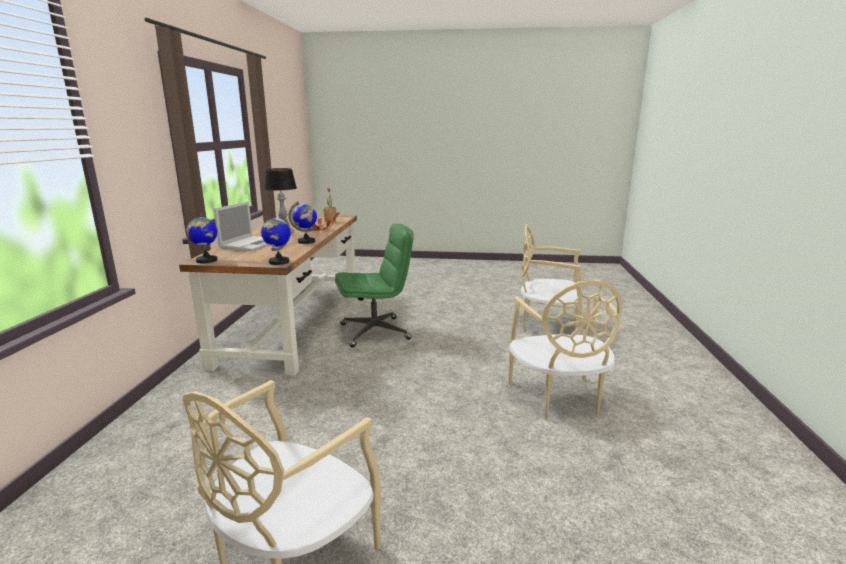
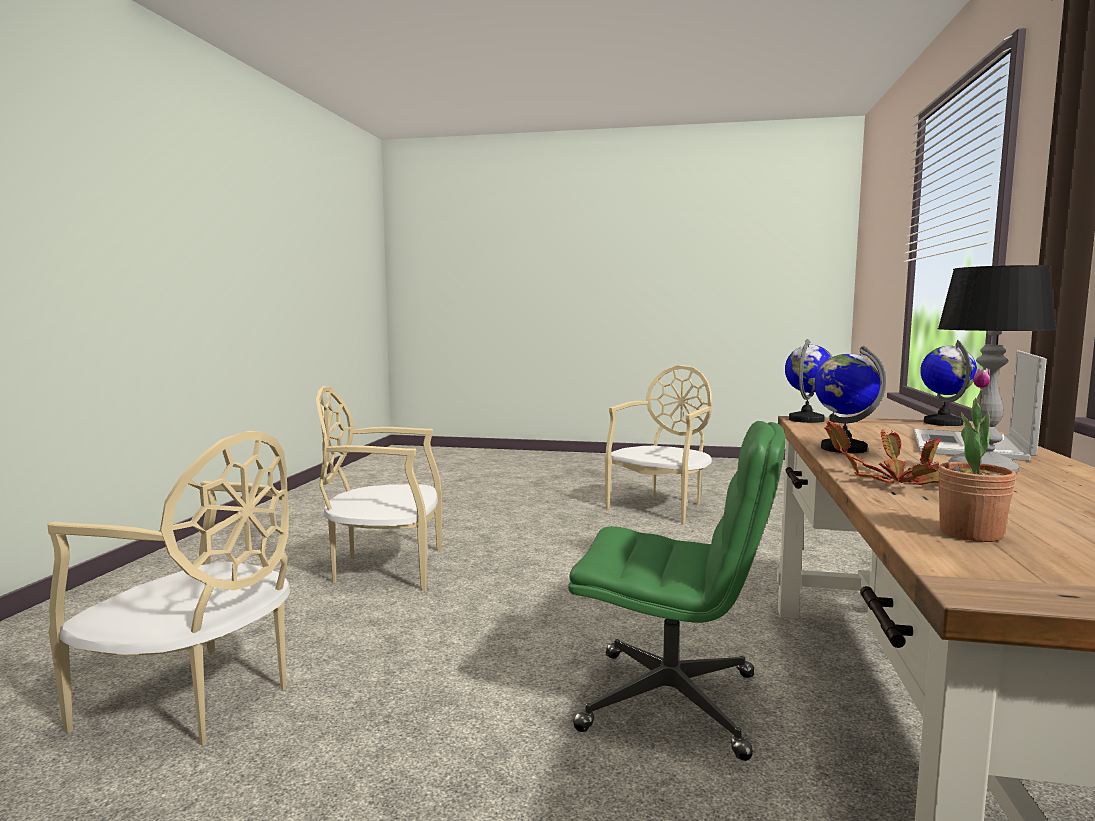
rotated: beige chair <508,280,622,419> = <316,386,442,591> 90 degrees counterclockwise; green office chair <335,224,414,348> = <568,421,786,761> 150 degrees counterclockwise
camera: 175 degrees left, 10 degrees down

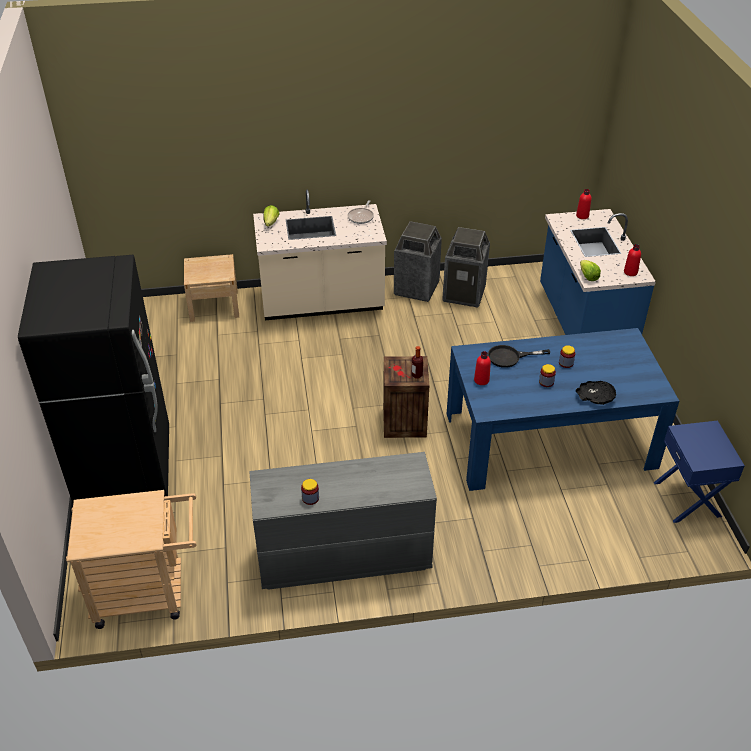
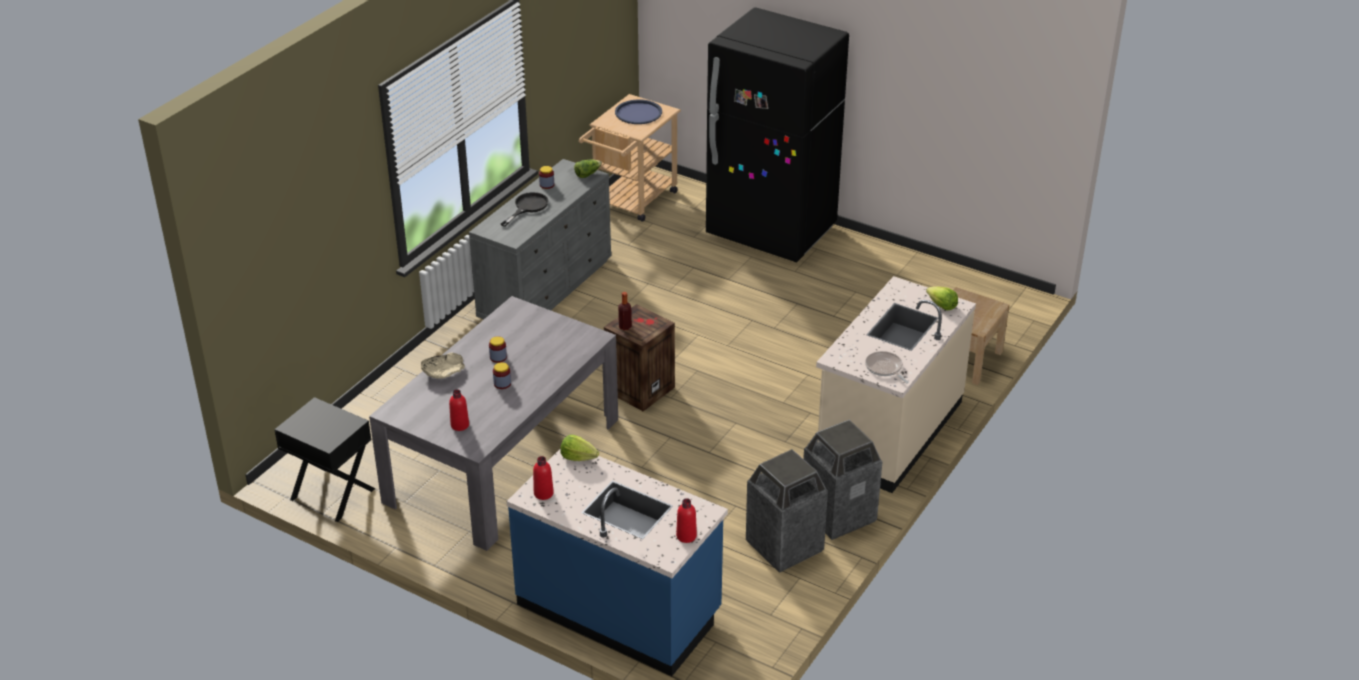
new: lettuce <574,159,602,178>; blue tray <615,99,662,124>
shifted: red bottle <474,351,491,385> to <449,389,469,431>; black frying pan <488,345,550,368> to <501,192,549,227>
repainted: blue nightstand <654,421,745,523> to black nightstand <274,397,375,522>; blue dining table <447,328,679,491> to grey dining table <369,296,618,551>; black bowl <576,381,616,405> to beige bowl <421,353,465,379>
camera: 130 degrees right, 5 degrees down

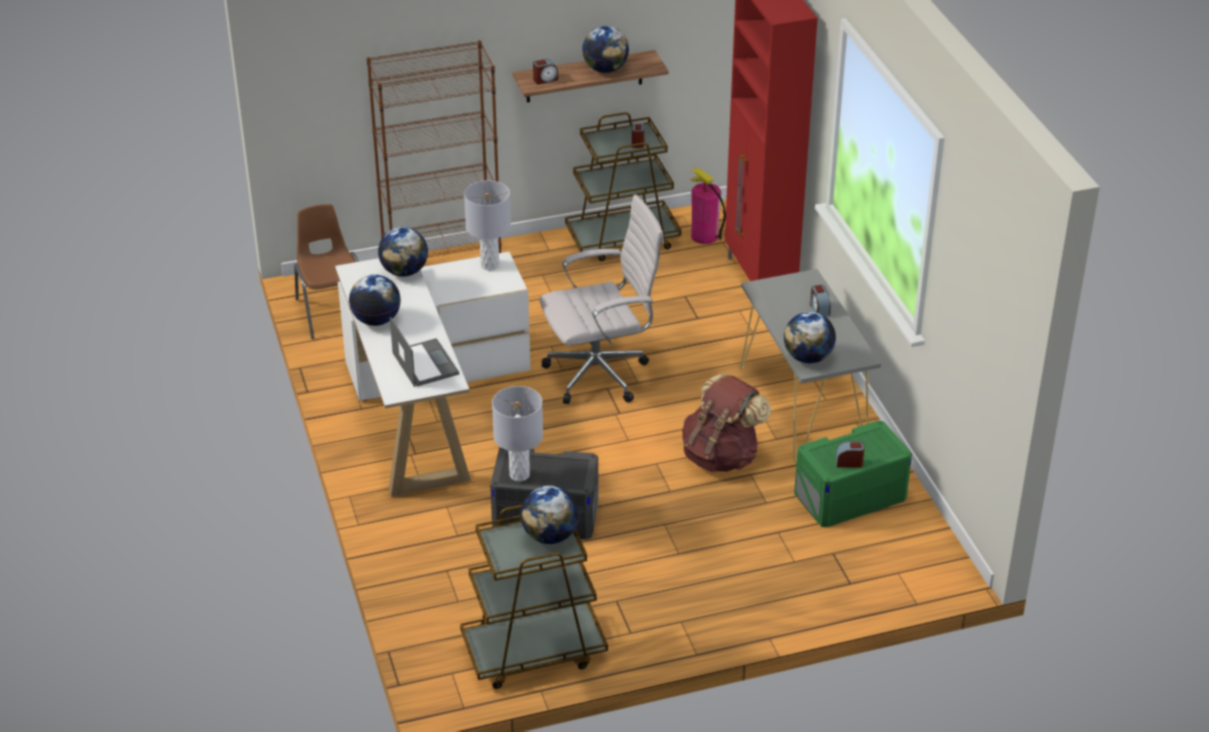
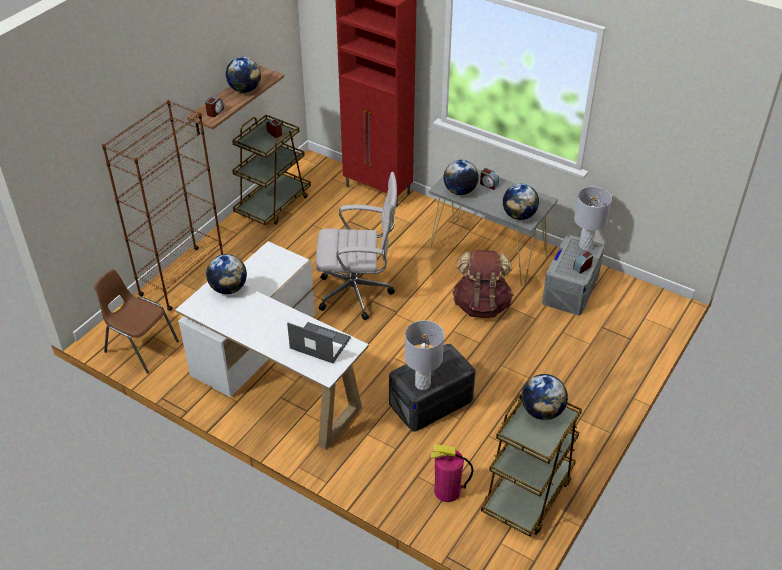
shifted: fire extinguisher <690,167,726,244> to <431,445,474,502>; globe <349,274,401,326> to <443,160,479,195>; grey table lamp <464,180,511,271> to <574,187,612,250>
repainted: green storage box <794,421,912,527> to grey storage box <542,234,604,316>
rotated: white office chair <539,195,664,404> = <316,172,397,320> 60 degrees clockwise
camera: 40 degrees left, 5 degrees up

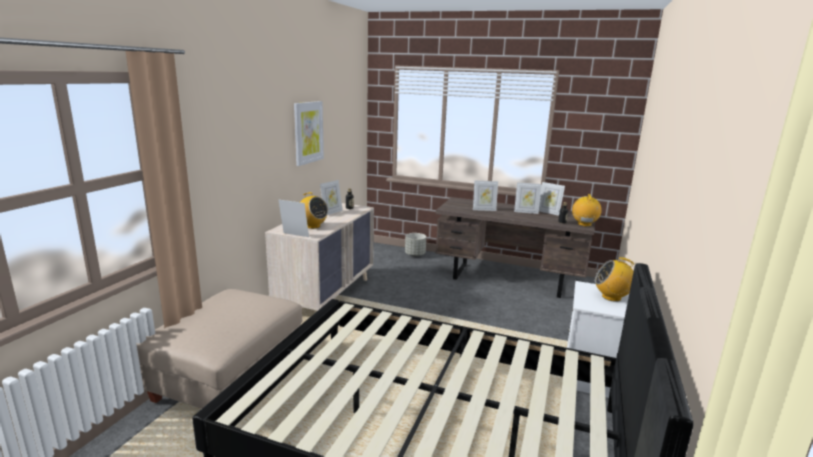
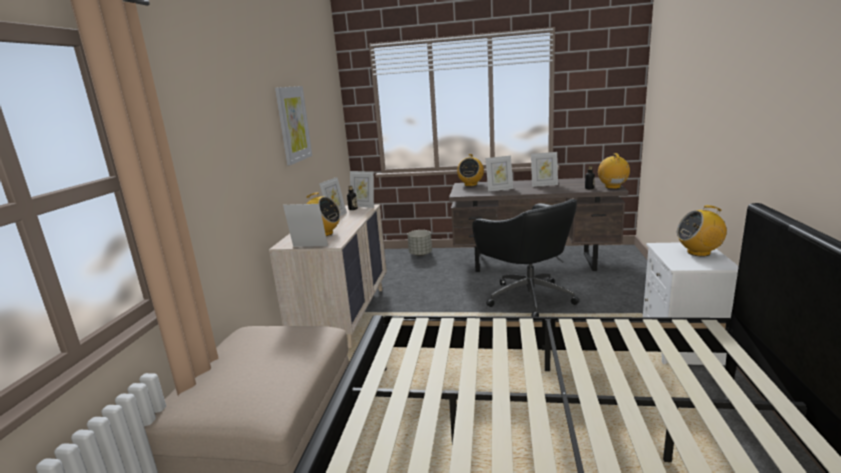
new: radio <457,154,484,186>; black office chair <472,199,579,317>
shifted: picture frame <539,182,565,216> to <350,171,374,208>
camera: 10 degrees left, 0 degrees up

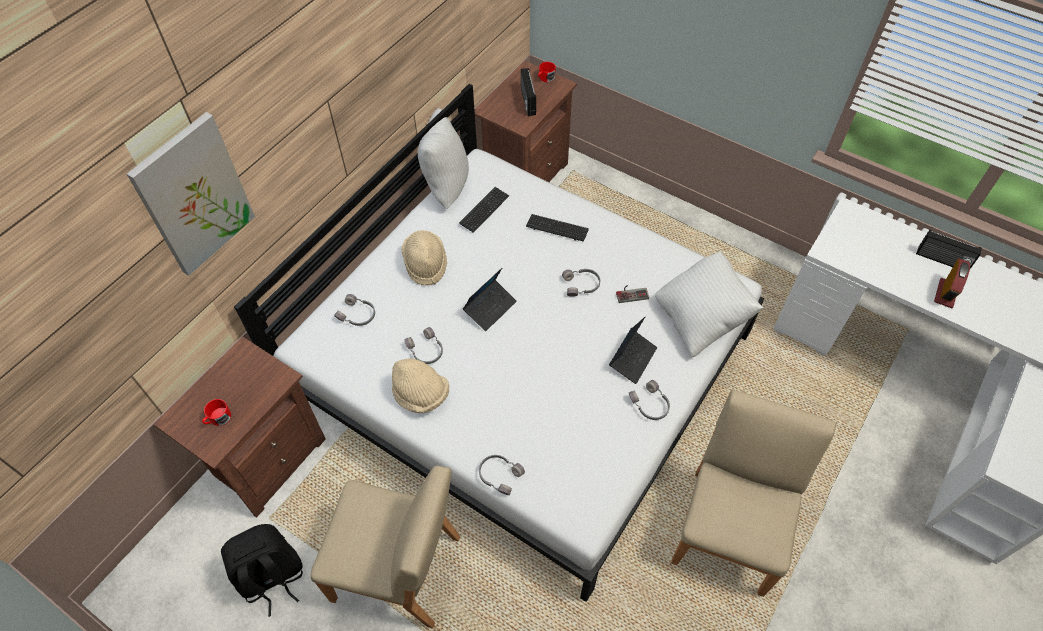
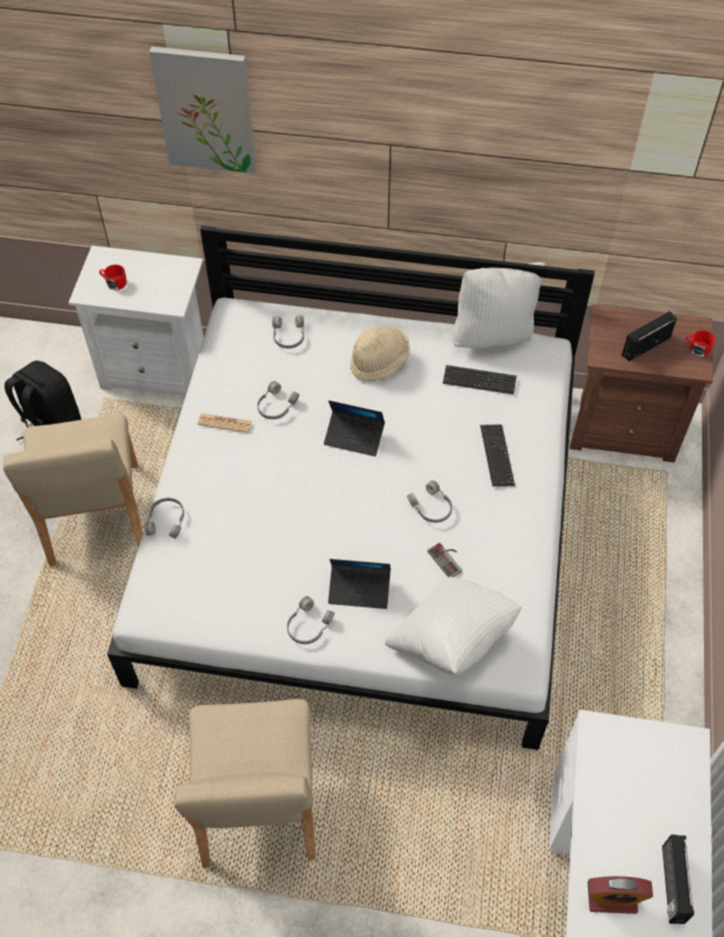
swapped: beige hat <392,358,449,413> to newspaper <198,413,252,433>
repainted: brown nightstand <153,337,326,518> to white nightstand <68,246,204,397>
rotated: beige chair <671,390,836,597> = <174,699,316,868> 90 degrees clockwise
camera: 65 degrees right, 0 degrees up

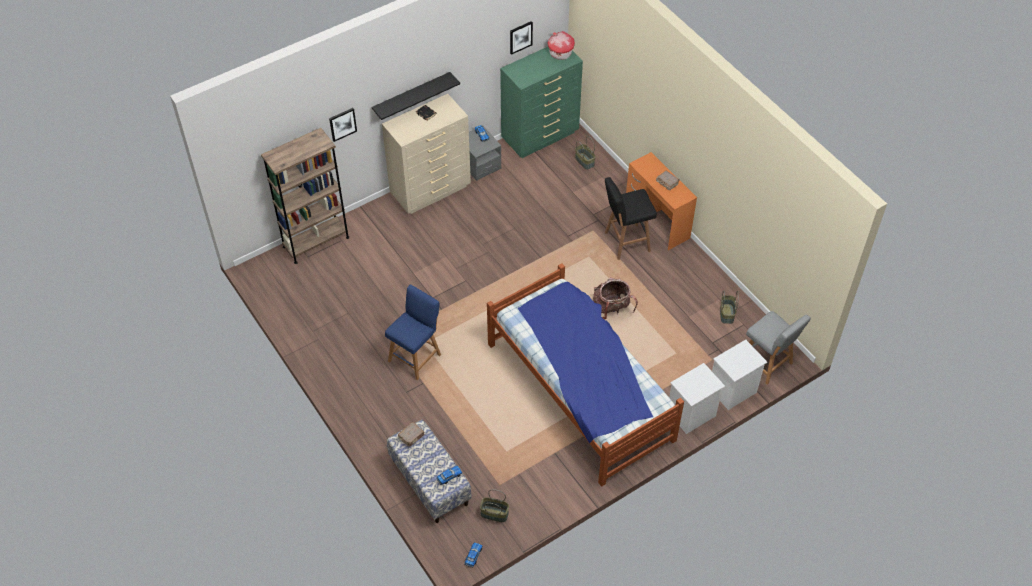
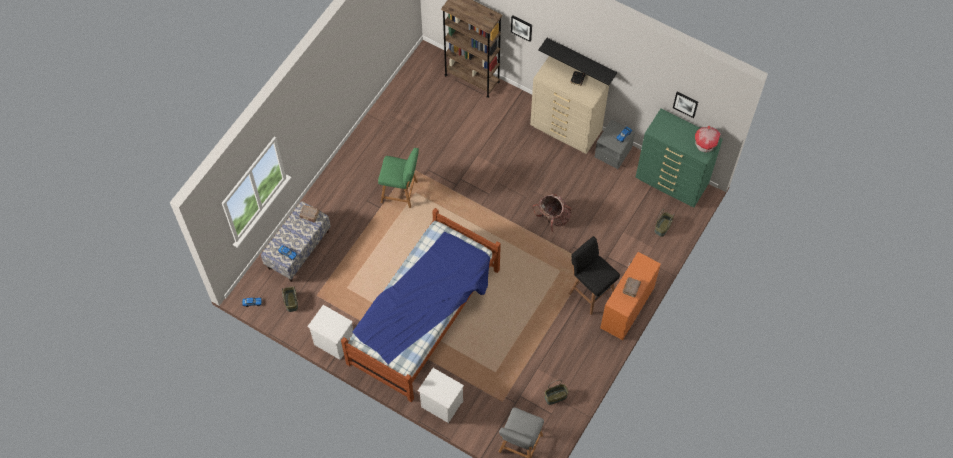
shifted: white nightstand <712,340,767,410> to <307,305,353,360>; backpack <593,278,638,319> to <533,194,571,232>
repainted: blue stool <385,284,441,380> to green stool <378,148,419,208>
camera: 65 degrees right, 10 degrees up

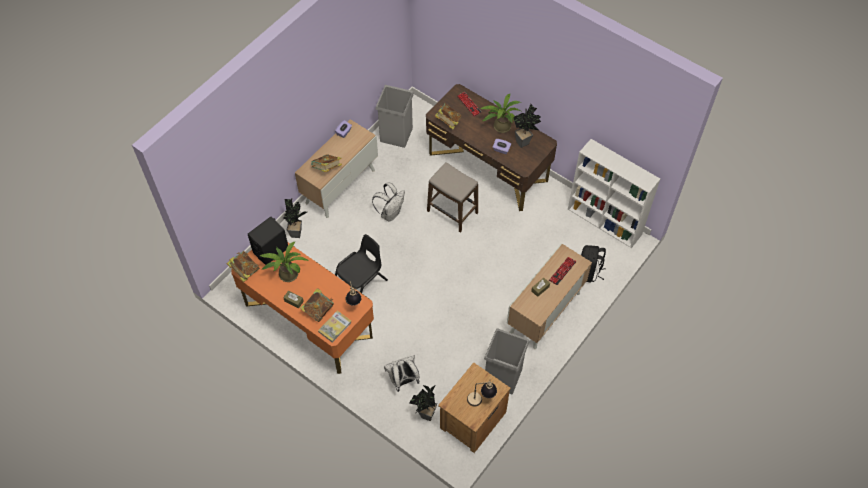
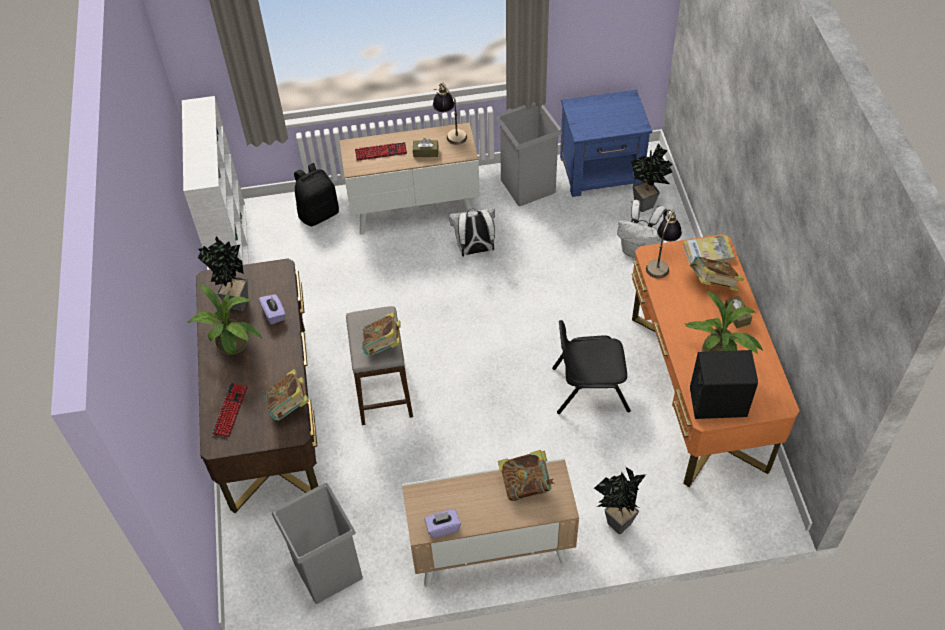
shifted: book <226,251,259,282> to <362,312,401,356>; table lamp <467,380,497,406> to <433,82,467,145>; white backpack <372,182,405,222> to <449,208,495,257>
repainted: brown nightstand <438,363,511,453> to blue nightstand <560,90,652,197>
camera: 135 degrees left, 5 degrees down

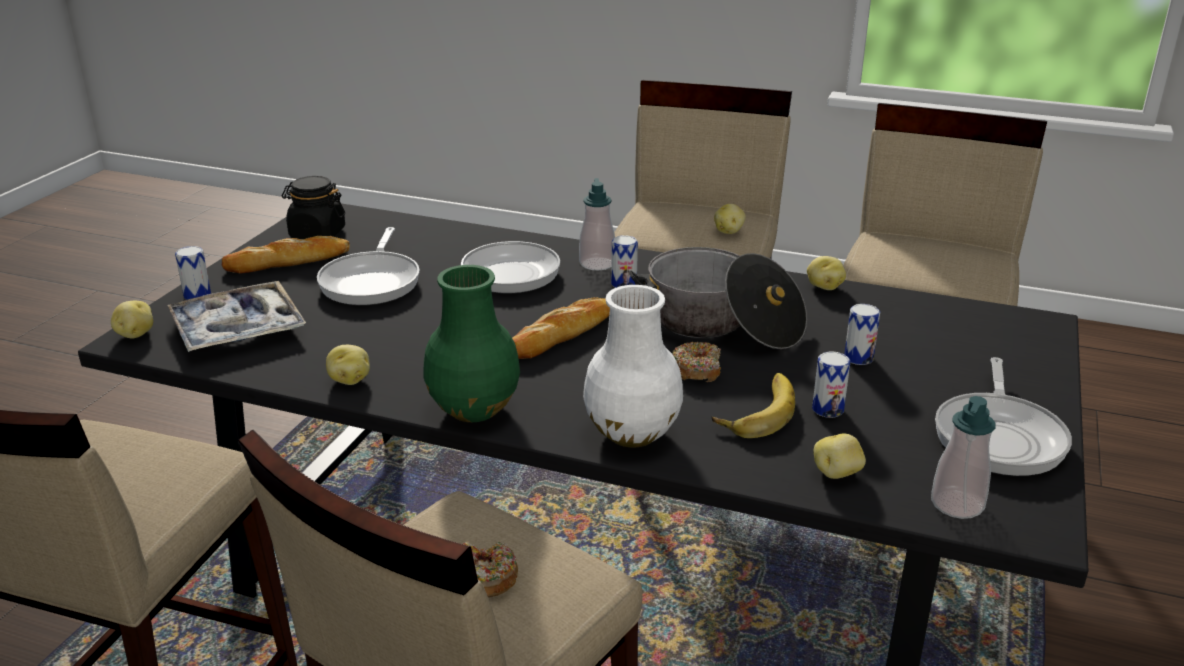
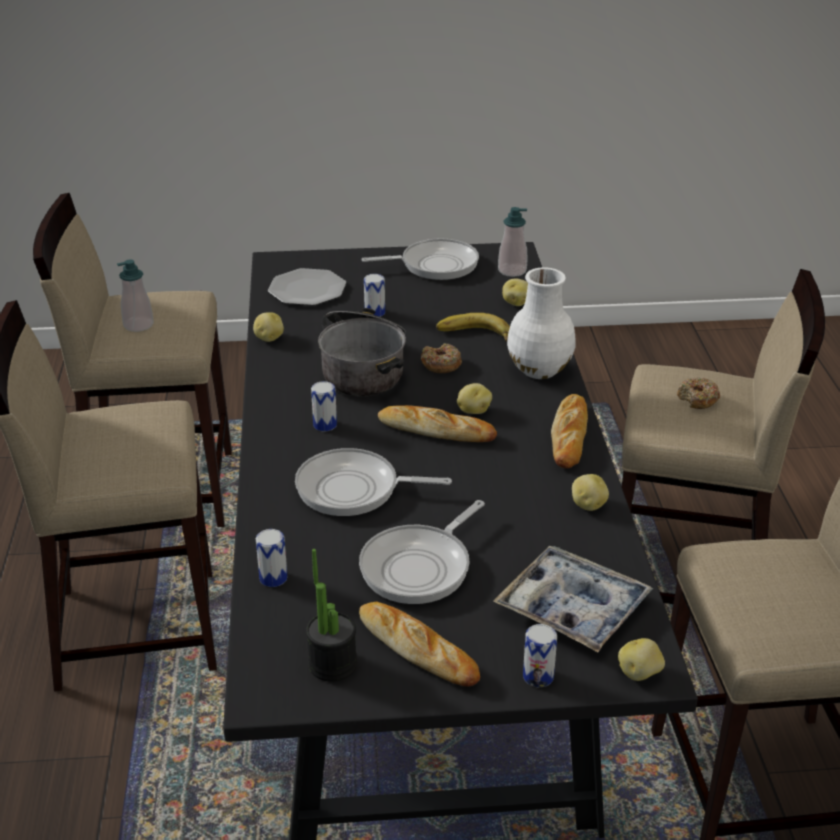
new: plate <268,268,346,306>
shifted: soap dispenser <579,178,615,271> to <117,259,154,332>; can <812,351,850,418> to <256,529,288,587>; potato <714,204,746,234> to <457,383,492,414>
swapped: black jar <282,176,345,239> to potted plant <306,549,357,682>; green vase <424,265,520,422> to bread <551,394,588,469>
rotated: frying pan <317,227,420,305> = <359,500,485,604> 150 degrees clockwise
camera: 115 degrees left, 5 degrees up

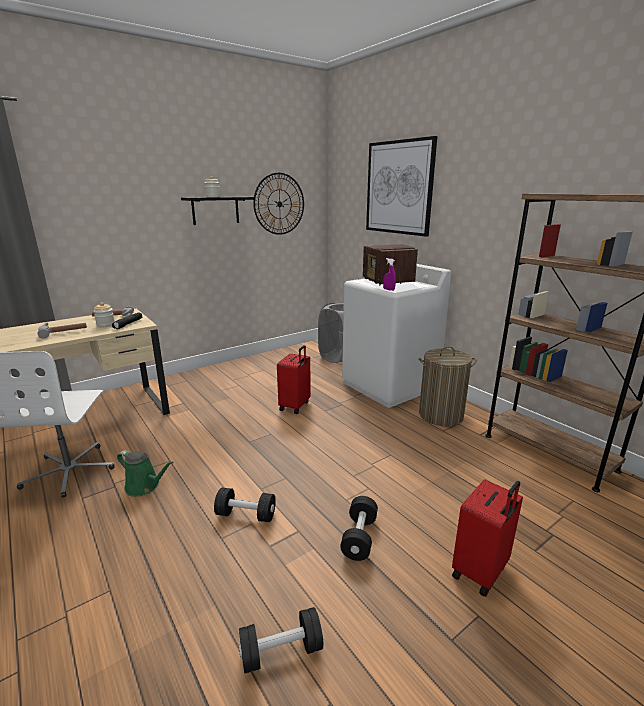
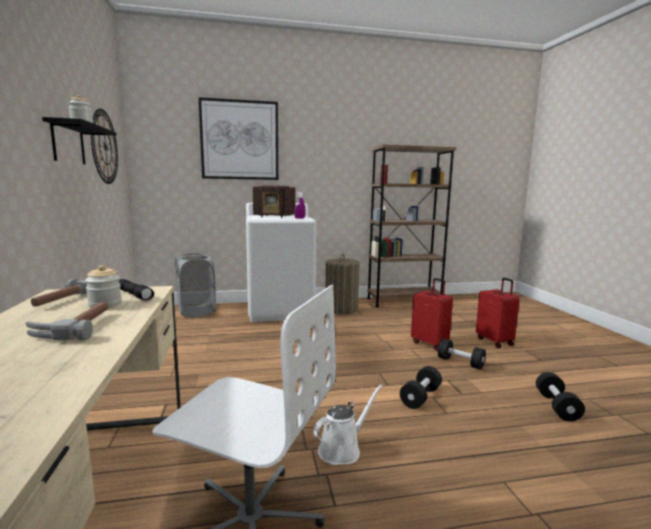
shifted: red suitcase <277,345,311,414> to <411,278,453,351>
repainted: green watering can <117,450,174,497> to white watering can <313,384,383,465>
camera: 65 degrees left, 10 degrees down

